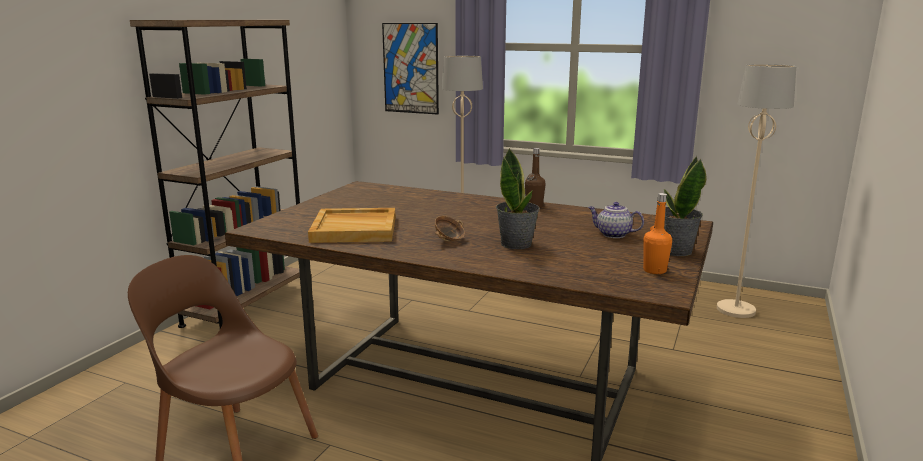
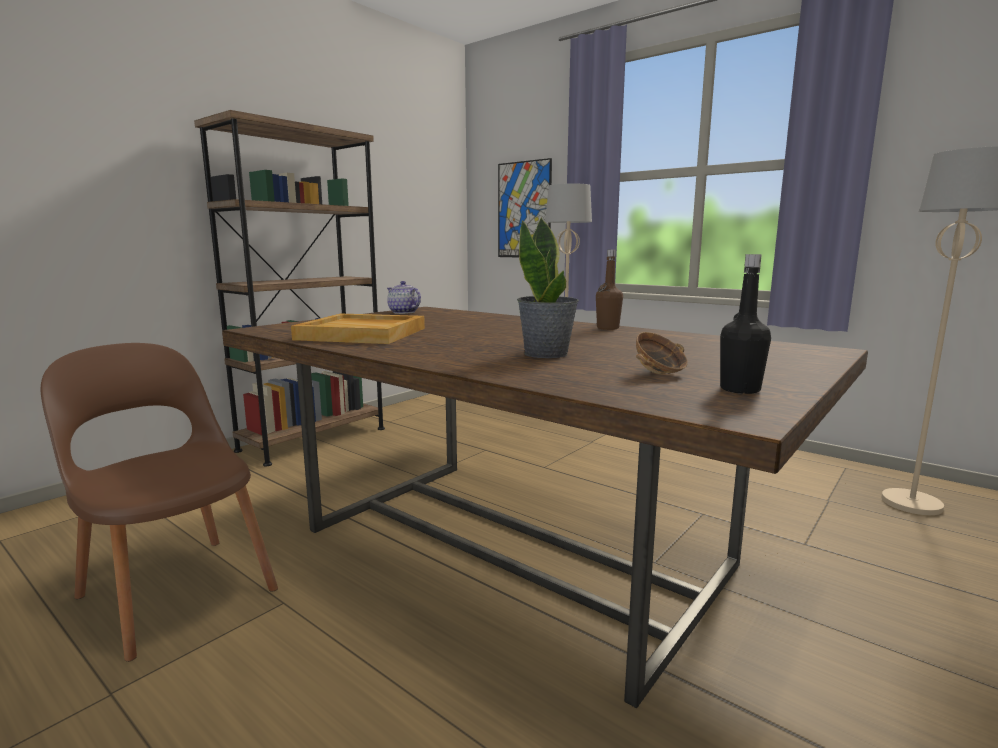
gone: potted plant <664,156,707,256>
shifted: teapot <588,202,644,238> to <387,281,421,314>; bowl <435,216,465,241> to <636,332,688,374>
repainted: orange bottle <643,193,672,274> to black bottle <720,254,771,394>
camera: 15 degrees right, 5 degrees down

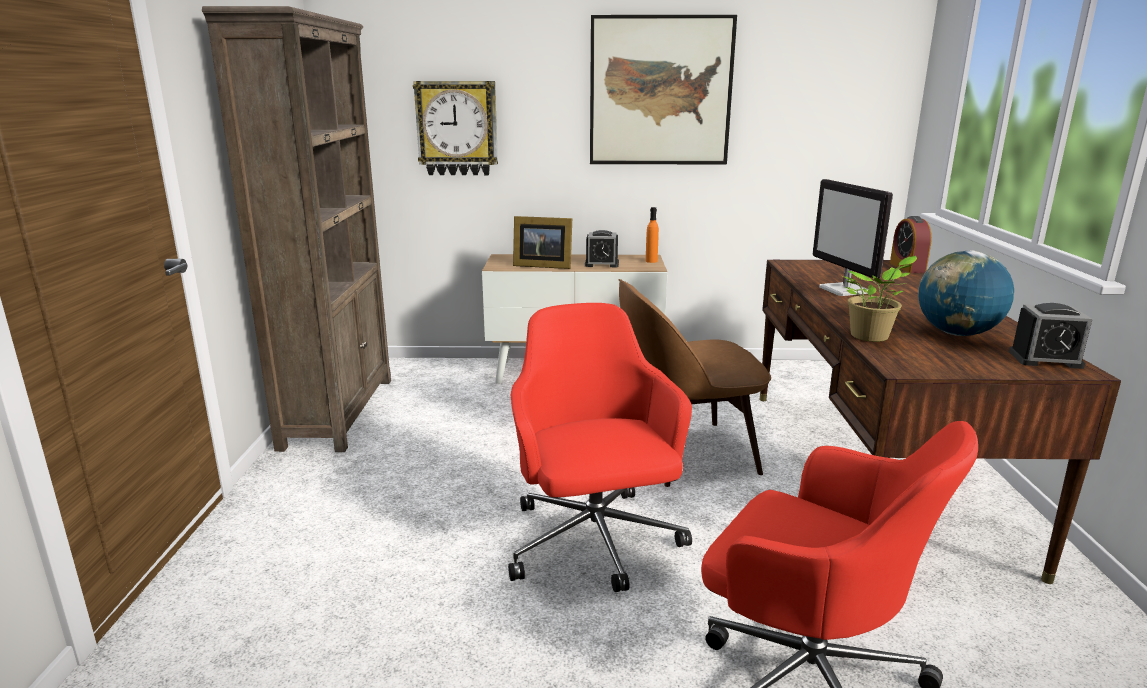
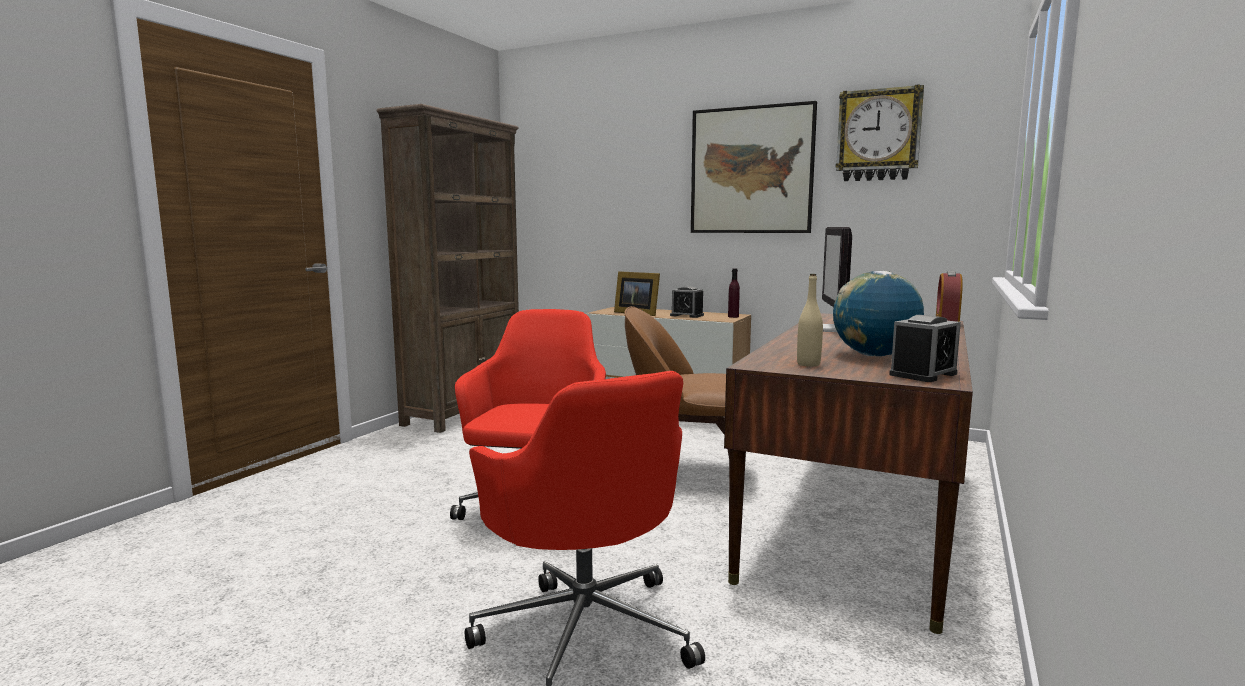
gone: potted plant <843,256,917,342>
new: beige bottle <797,274,823,367>
shifted: wall clock <413,81,498,175> to <836,84,924,181>
repainted: orange bottle <646,207,659,263> to purple bottle <728,268,740,318>
rotated: alarm clock <1009,303,1092,369> = <889,315,961,382> 75 degrees counterclockwise
camera: 25 degrees right, 10 degrees down

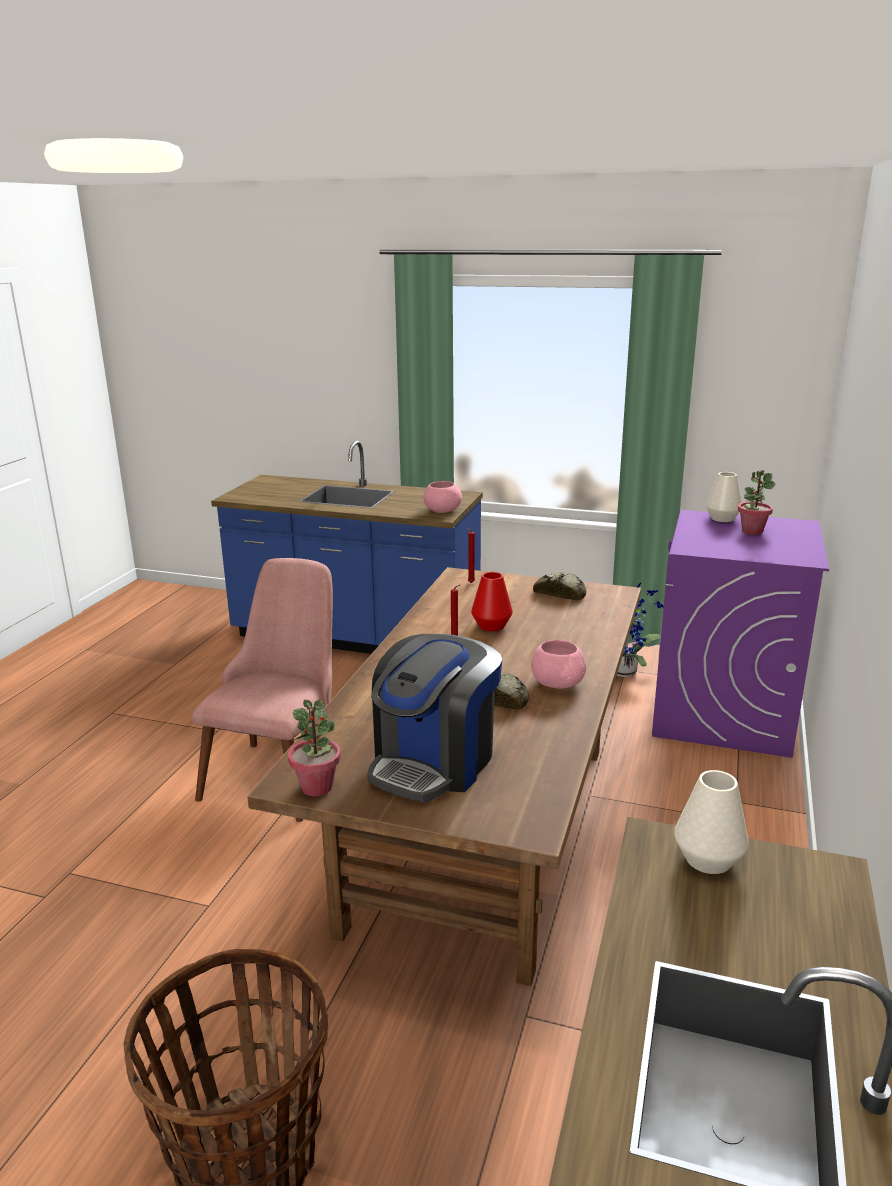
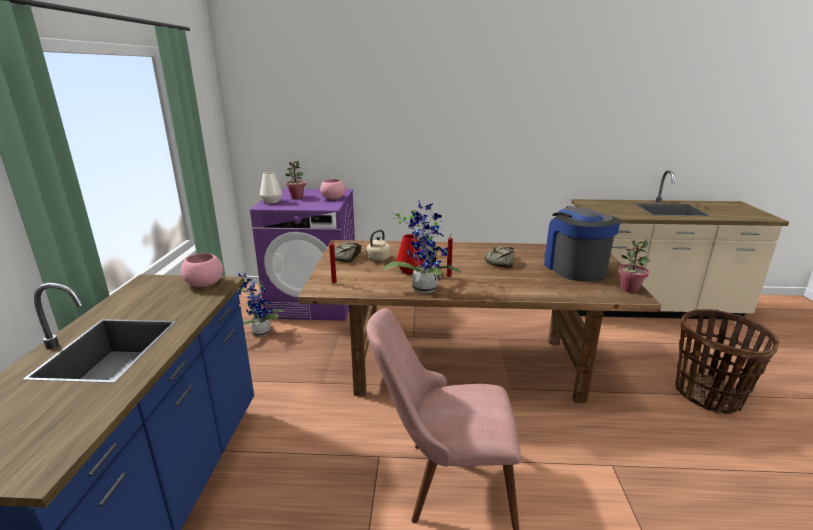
gone: white vase <674,770,749,874>
new: beige kettle <362,230,391,261>; potted plant <383,201,460,293>
shifted: pink bowl <531,640,586,689> to <320,179,346,200>
rotated: coffee machine <367,634,502,802> = <544,206,621,282> 120 degrees counterclockwise
camera: 105 degrees left, 0 degrees up

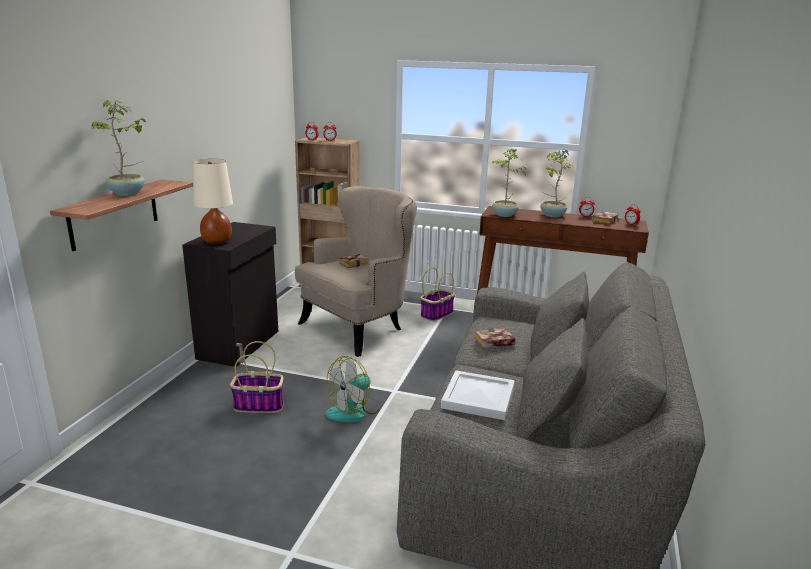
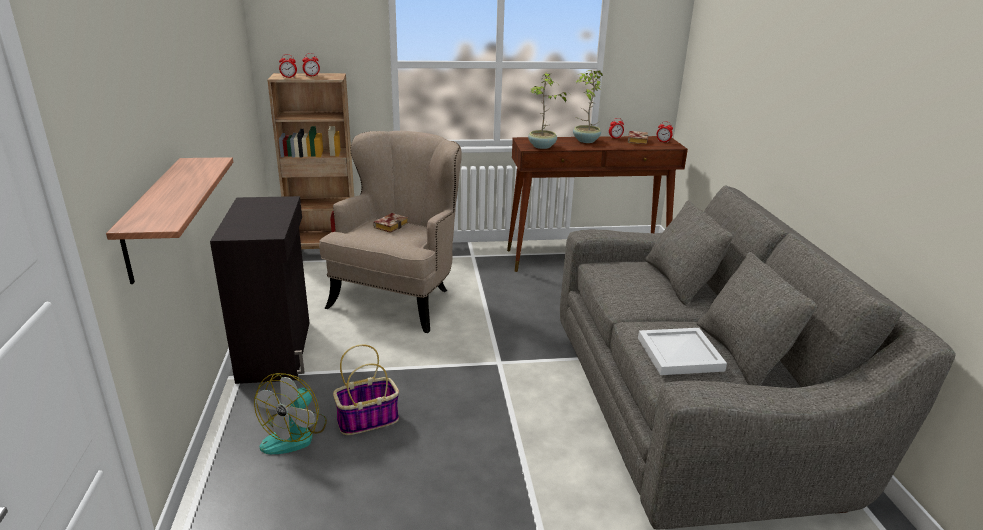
gone: potted plant <91,100,146,196>; beige table lamp <193,159,233,244>; basket <420,267,455,322>; book <475,328,515,348>
shifted: fan <325,356,381,422> to <254,373,327,454>
camera: 25 degrees left, 5 degrees up

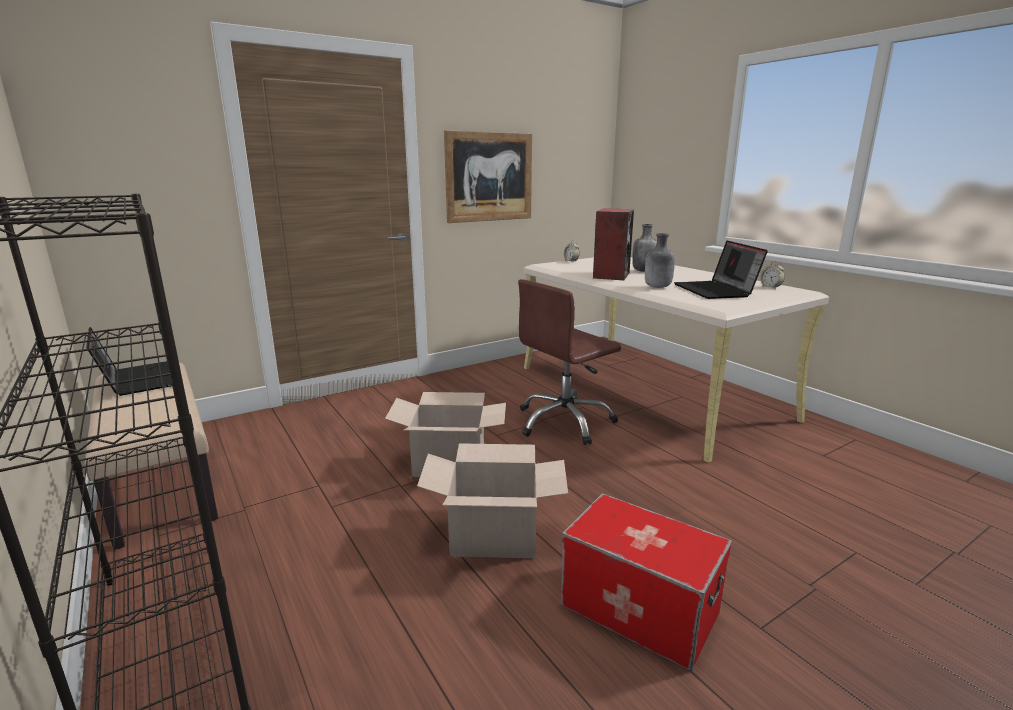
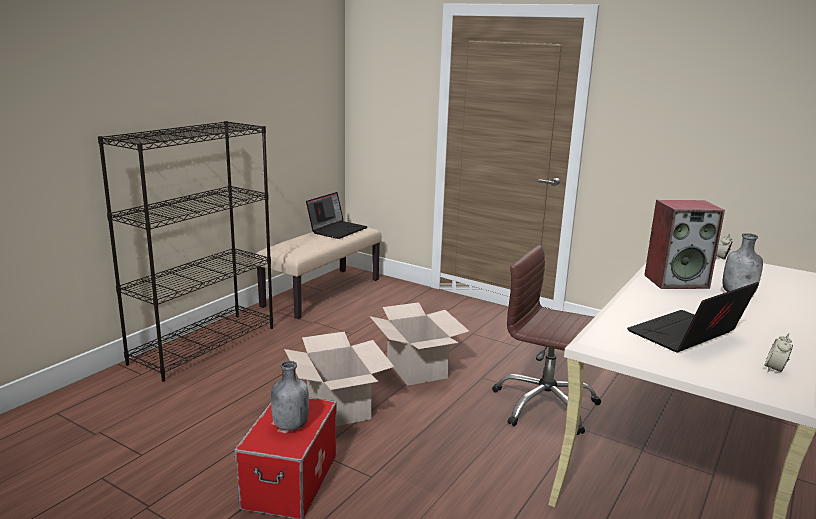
gone: picture <444,130,532,223>
shifted: grey bottle <645,233,675,288> to <271,361,309,431>
camera: 65 degrees right, 0 degrees up

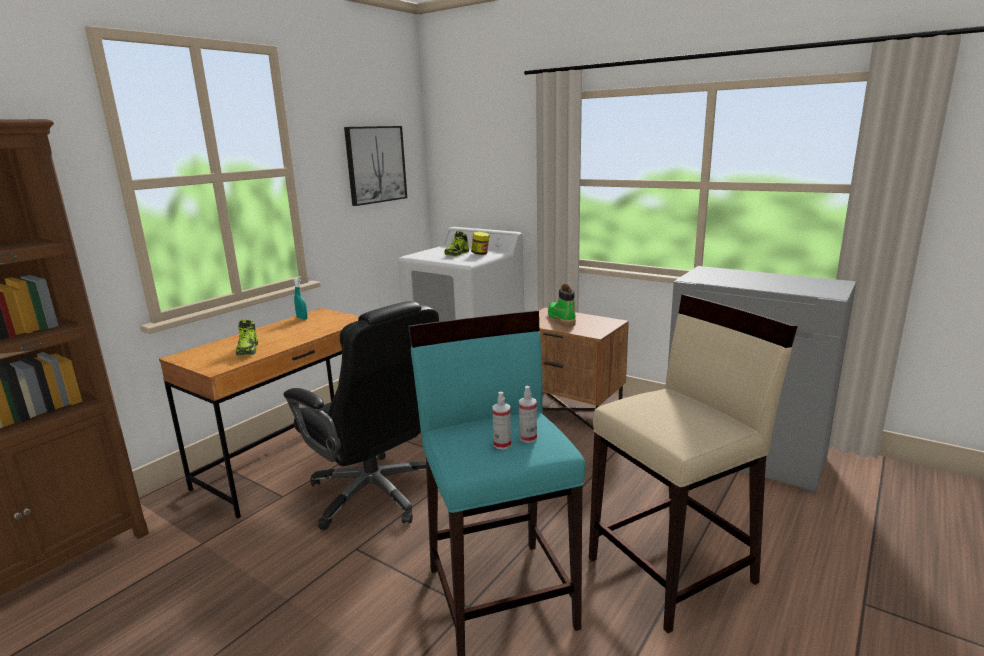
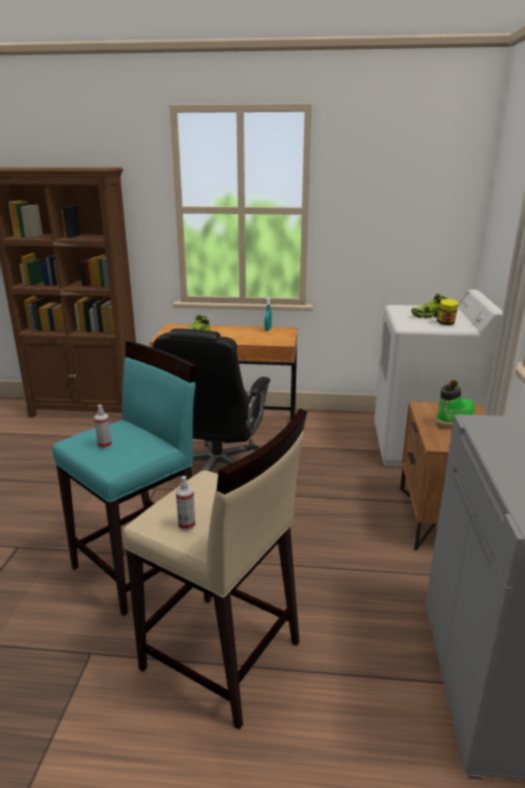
gone: picture <344,126,407,206>
shifted: spray bottle <519,386,537,443> to <176,476,195,530>
camera: 60 degrees right, 5 degrees up

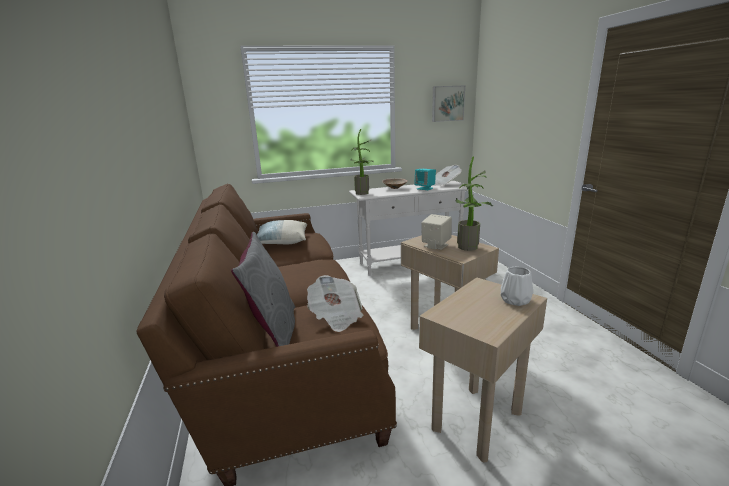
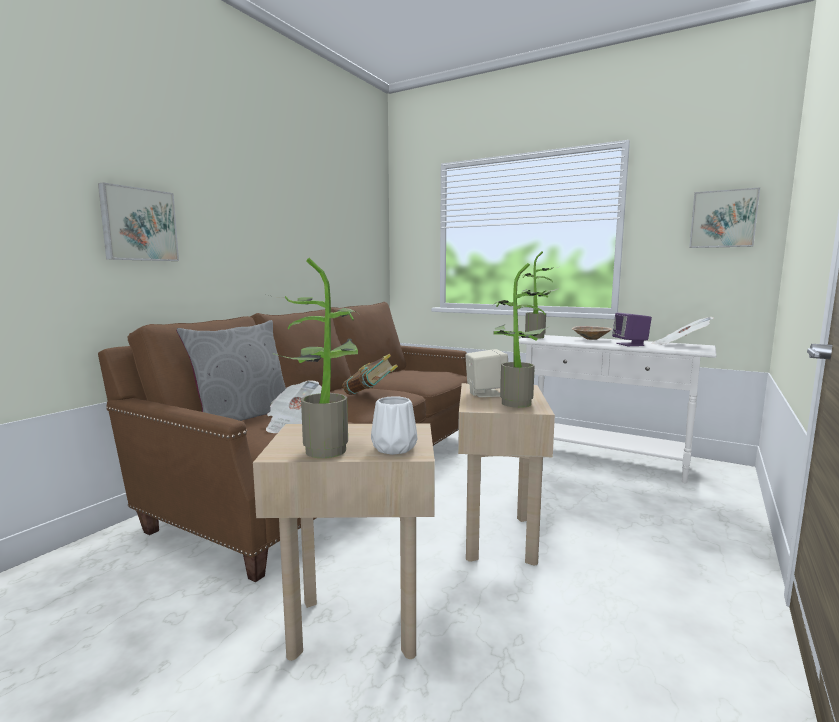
gone: pillow <257,220,307,244>
new: picture <98,182,179,261>; potted plant <272,258,358,458>; book <343,354,398,395>
repainted: turquoise speaker <414,169,436,190> to purple speaker <612,313,652,346>
camera: 45 degrees right, 10 degrees down

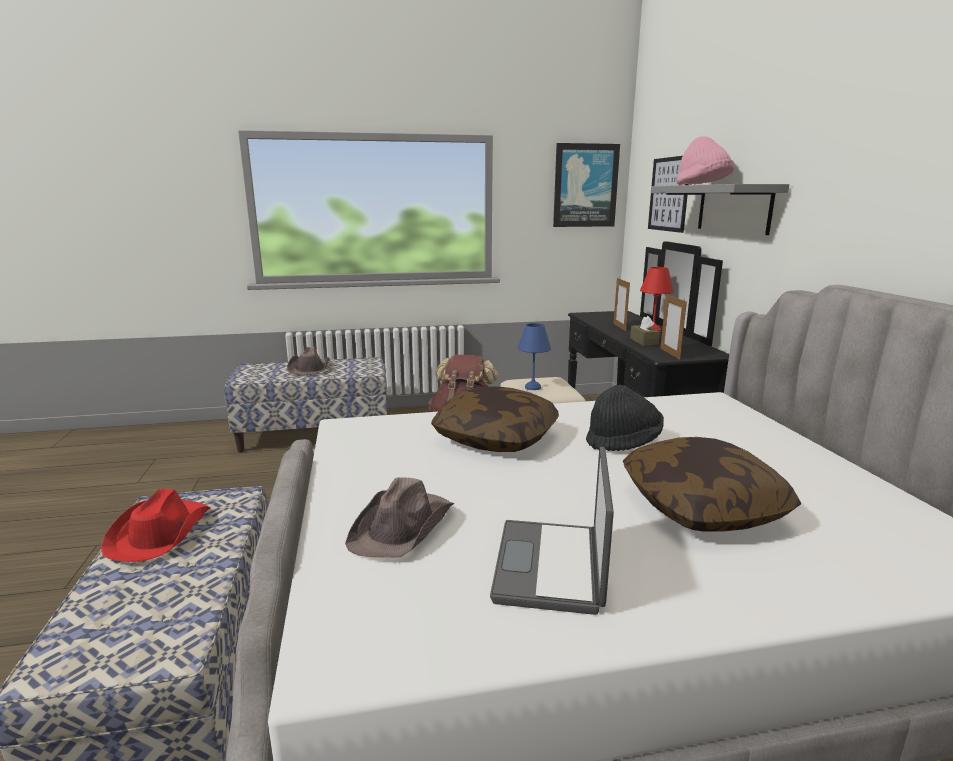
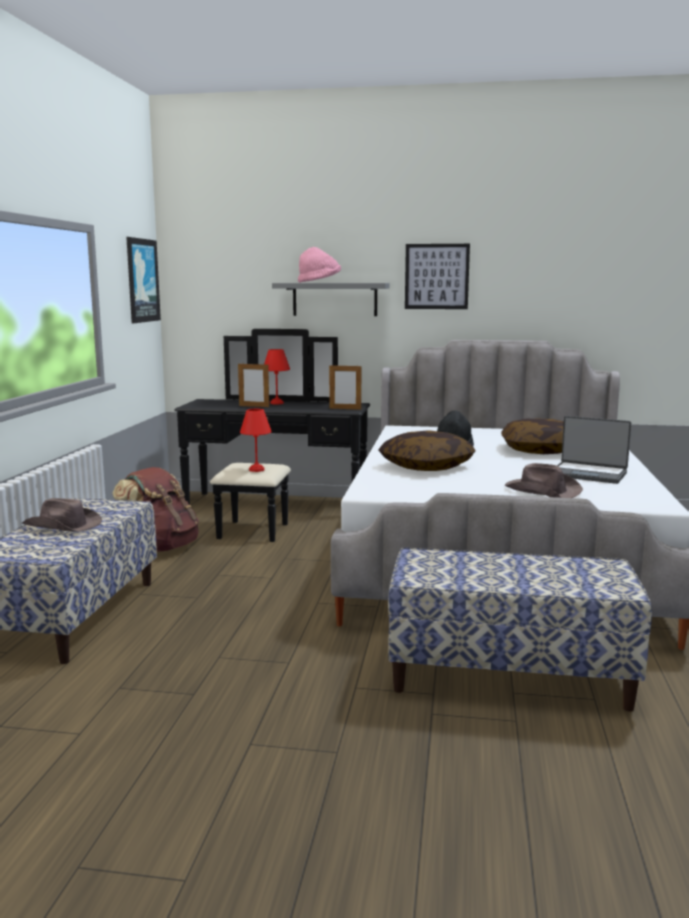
gone: red hat <101,488,210,562>; brown tissue box <630,316,660,346>
shifted: picture <648,156,689,233> to <405,244,470,309>
repainted: blue table lamp <518,323,551,390> to red table lamp <240,409,272,472>
camera: 70 degrees left, 5 degrees down

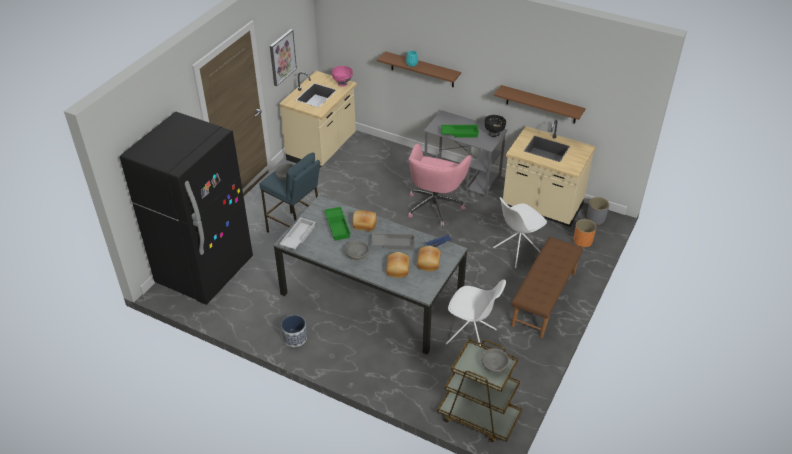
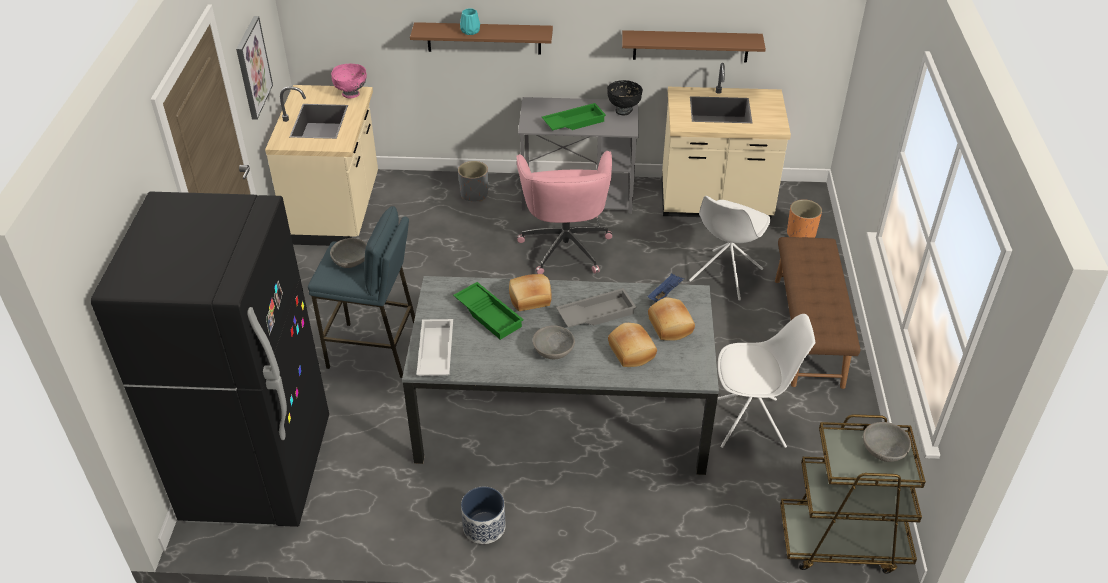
shifted: grey planter <587,197,609,225> to <458,161,488,202>
camera: 25 degrees left, 0 degrees up

